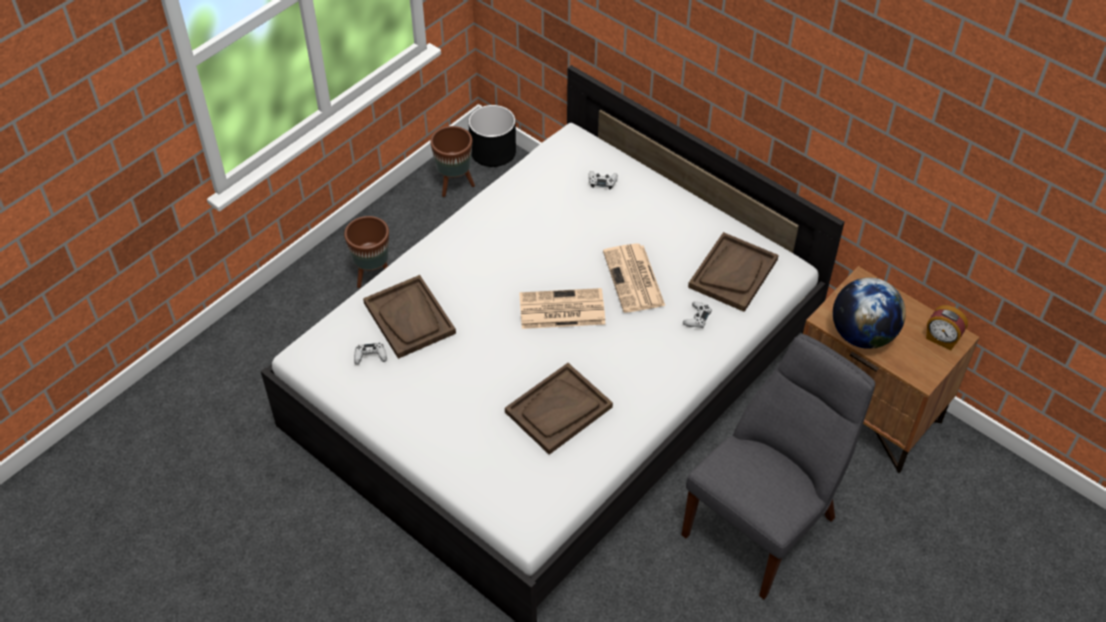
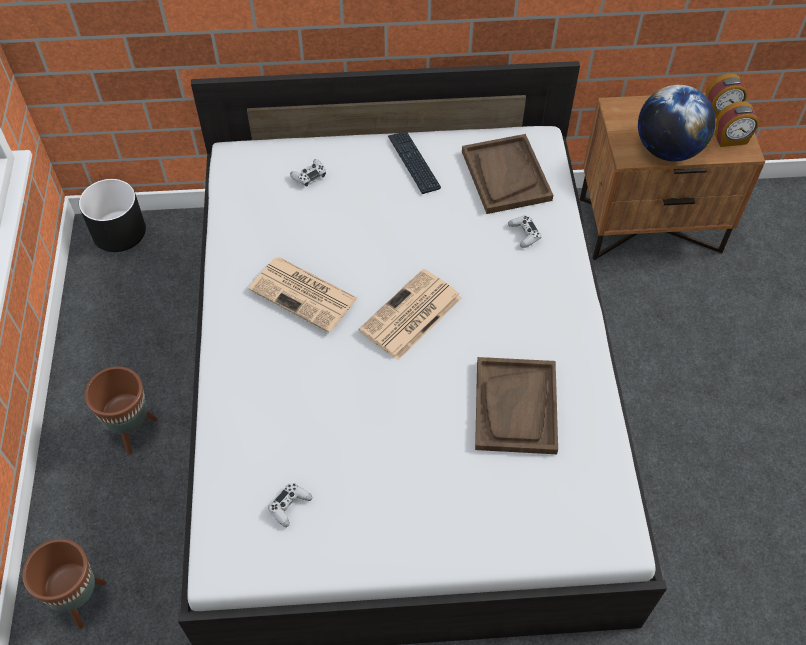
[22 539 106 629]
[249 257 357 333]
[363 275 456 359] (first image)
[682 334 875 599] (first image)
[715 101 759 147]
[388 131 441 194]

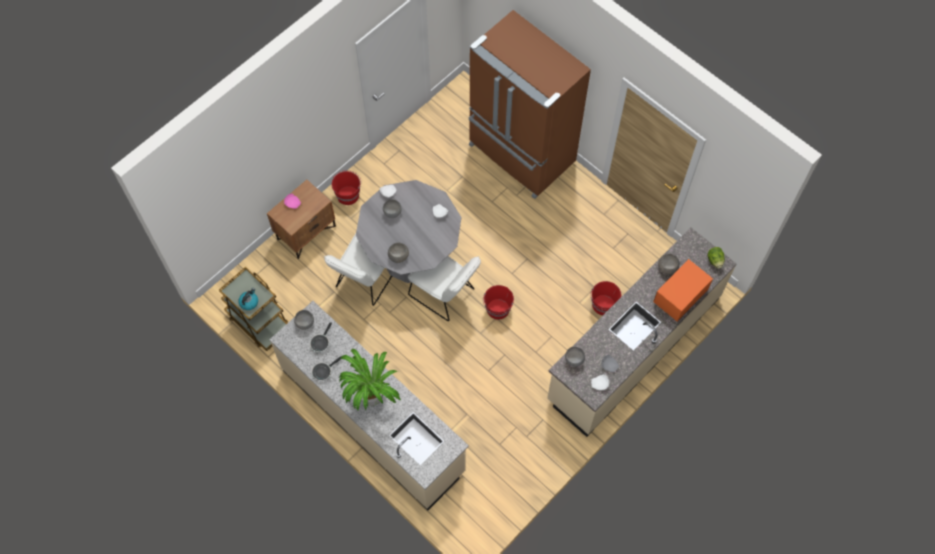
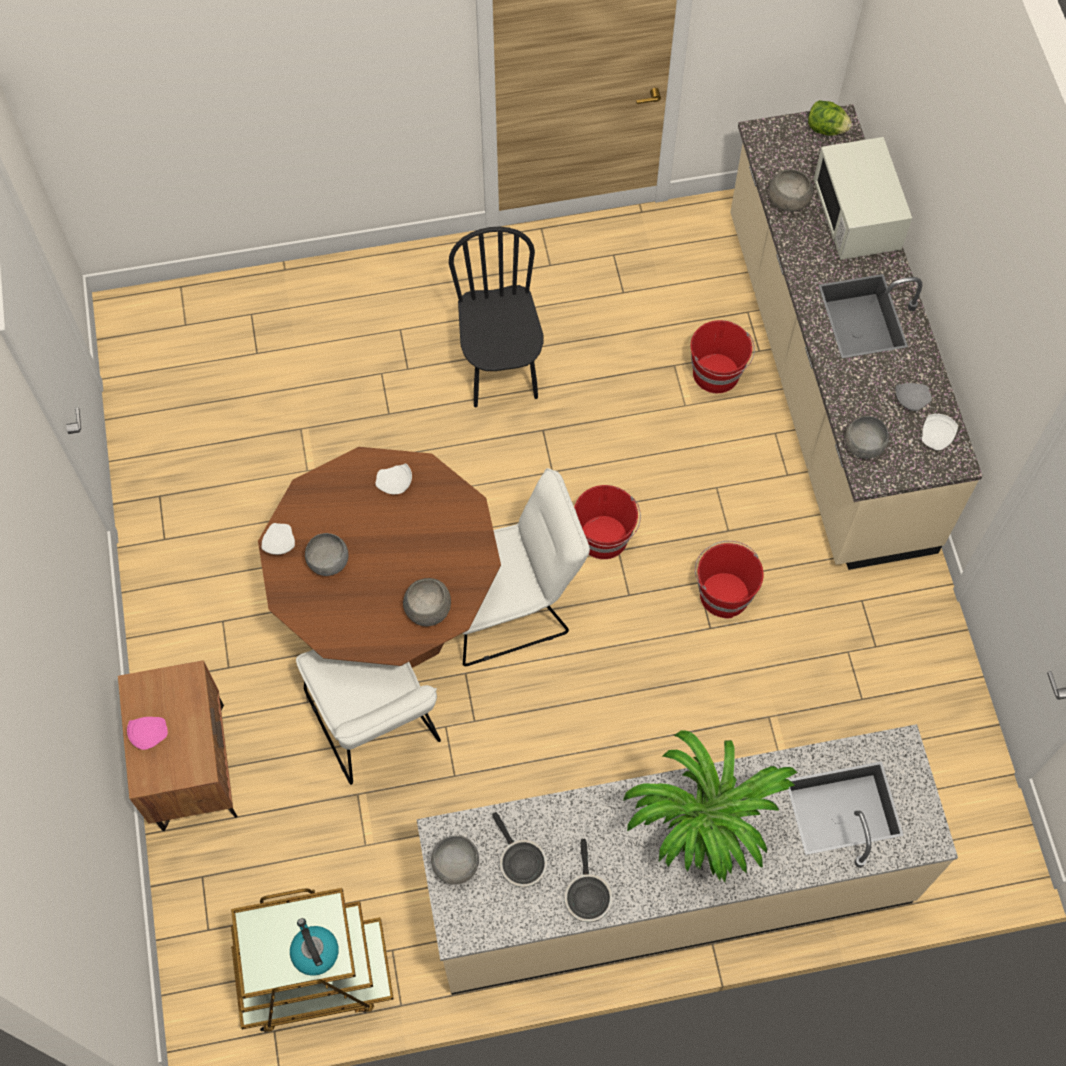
[469 10 591 199] (first image)
[695 541 764 619]
[258 447 501 668]
[813 137 912 260]
[449 227 544 407]

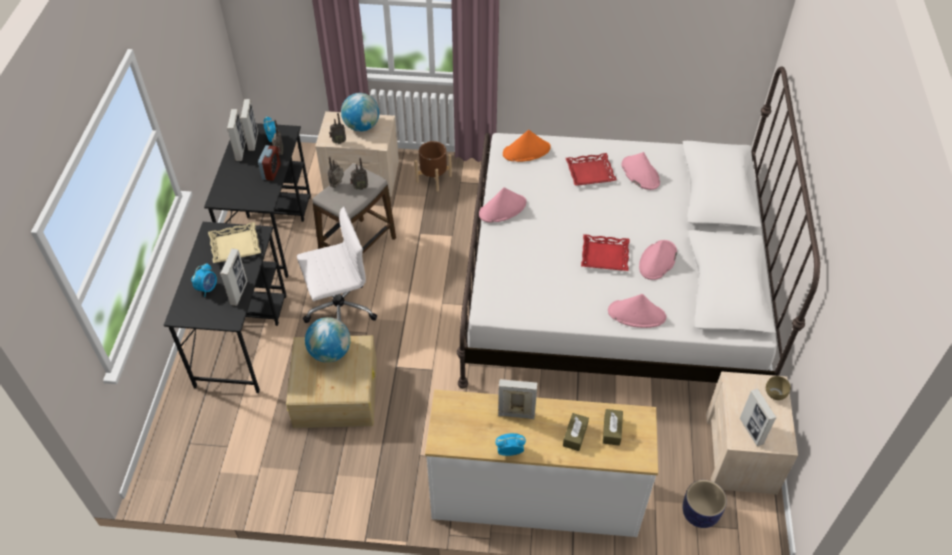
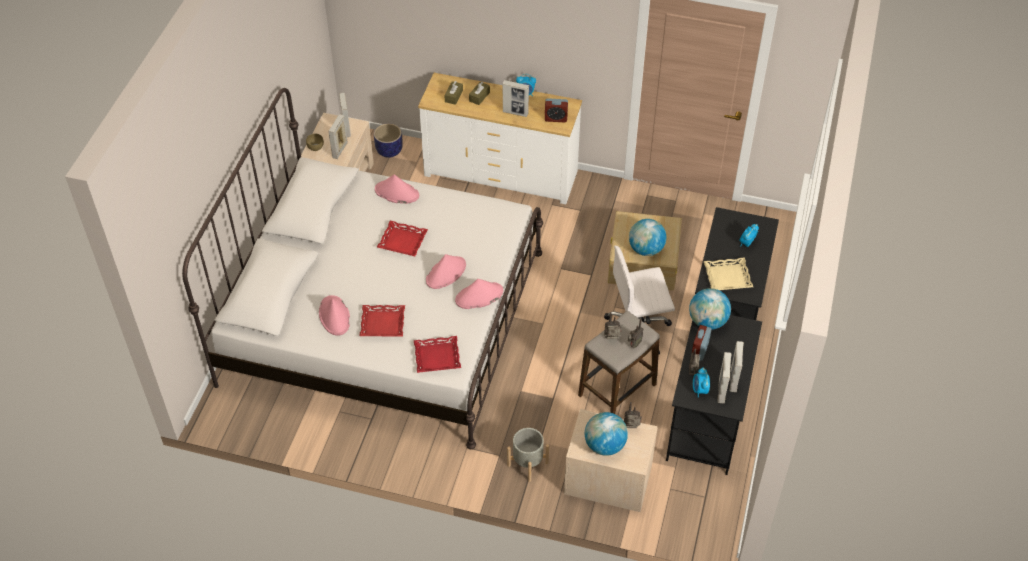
[414 336 461 373]
[507 428 549 482]
[426 254 466 289]
[329 114 348 159]
[545 98 568 122]
[689 288 731 330]

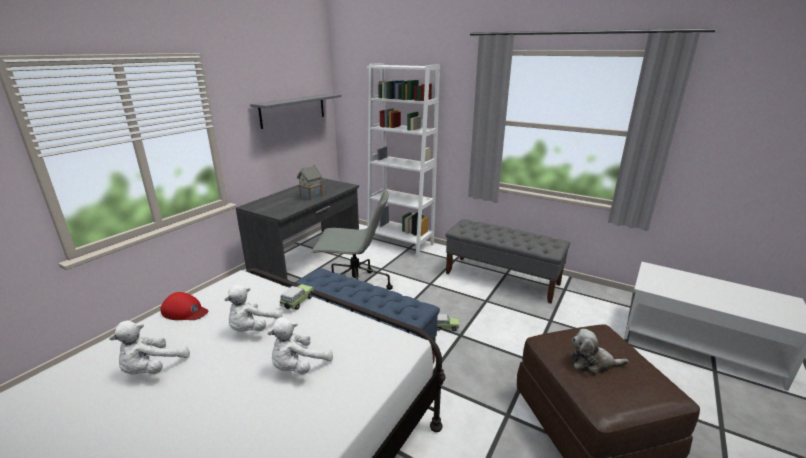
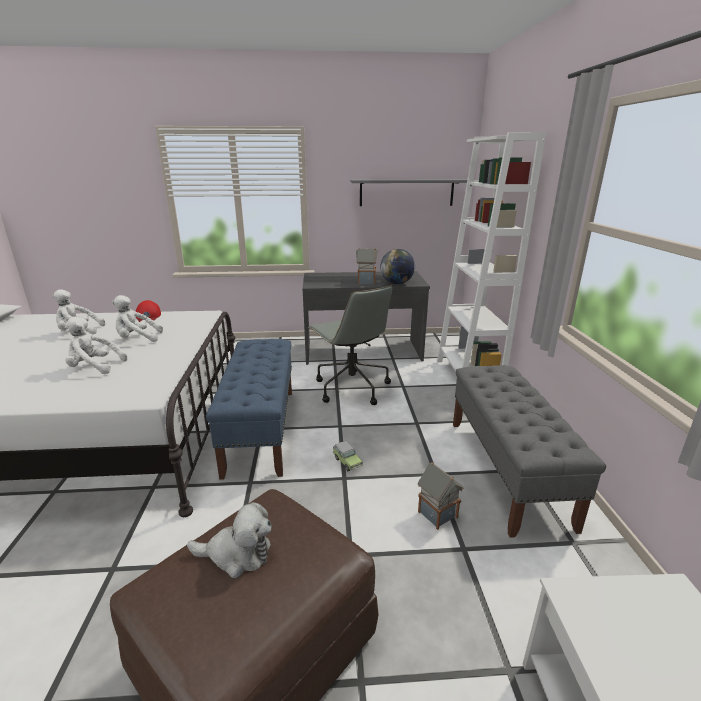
[280 284 314 310] (first image)
[187 502 272 578]
[380 249 415 284]
[418 462 464 530]

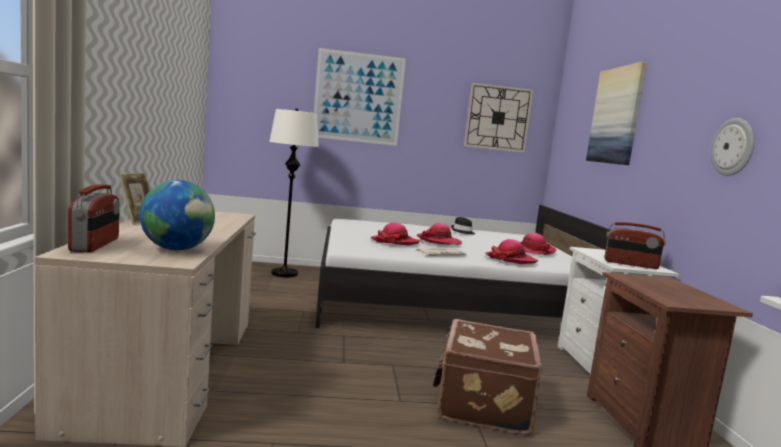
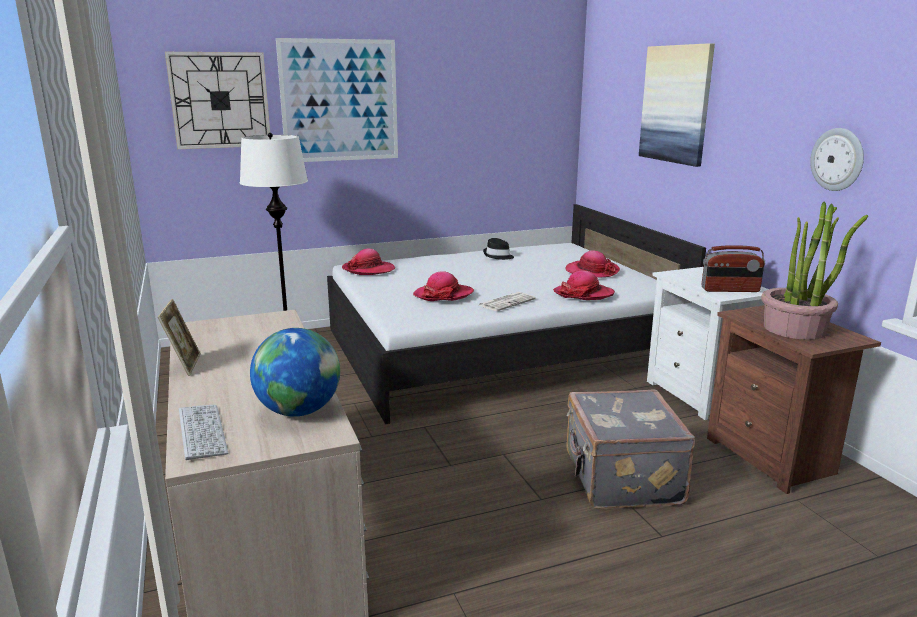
[165 52 270 149]
[179 405 228 460]
[342 249 395 275]
[566 390 695 509]
[761 202 868 340]

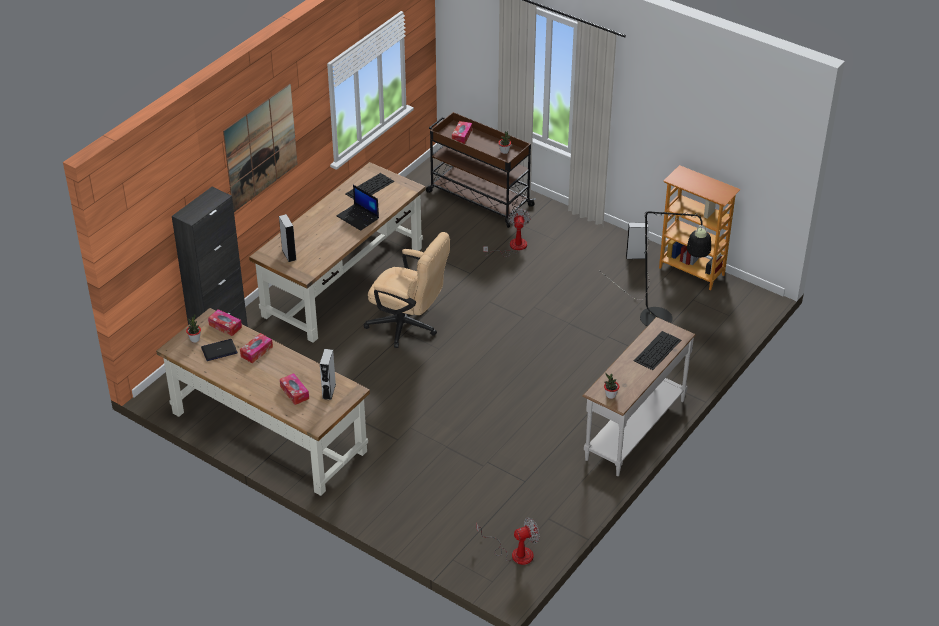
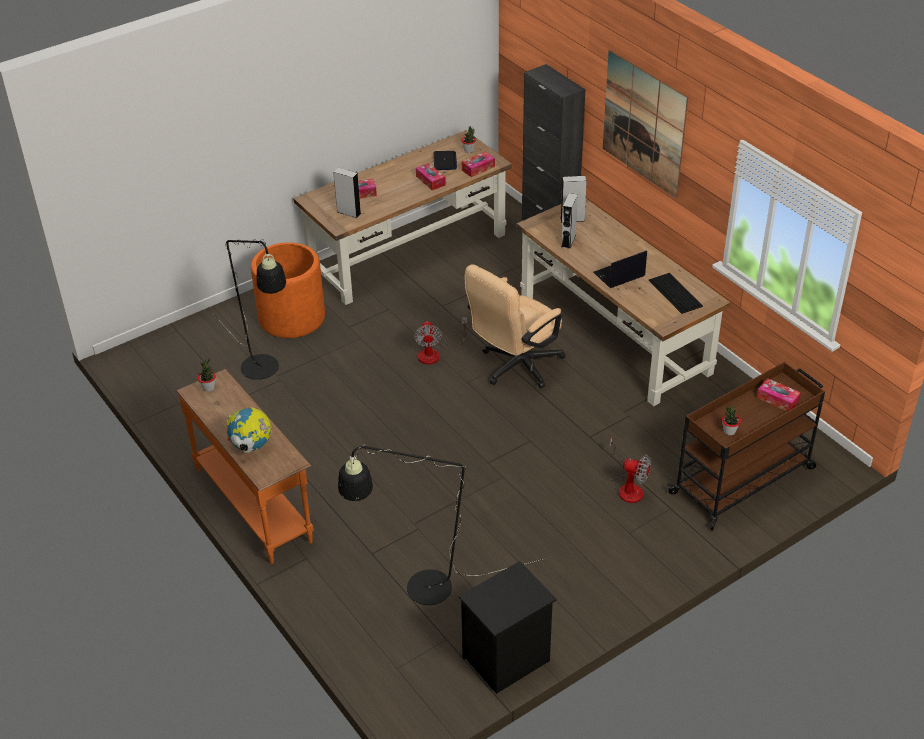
[459 561 557 694]
[561 193 578 249]
[176 369 314 564]
[226 407 271 453]
[414 317 467 364]
[212 239 286 380]
[251 242 325 338]

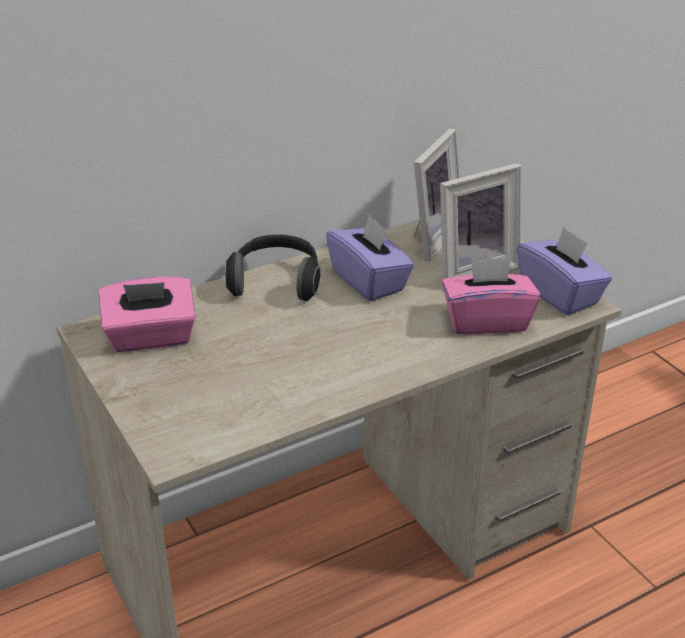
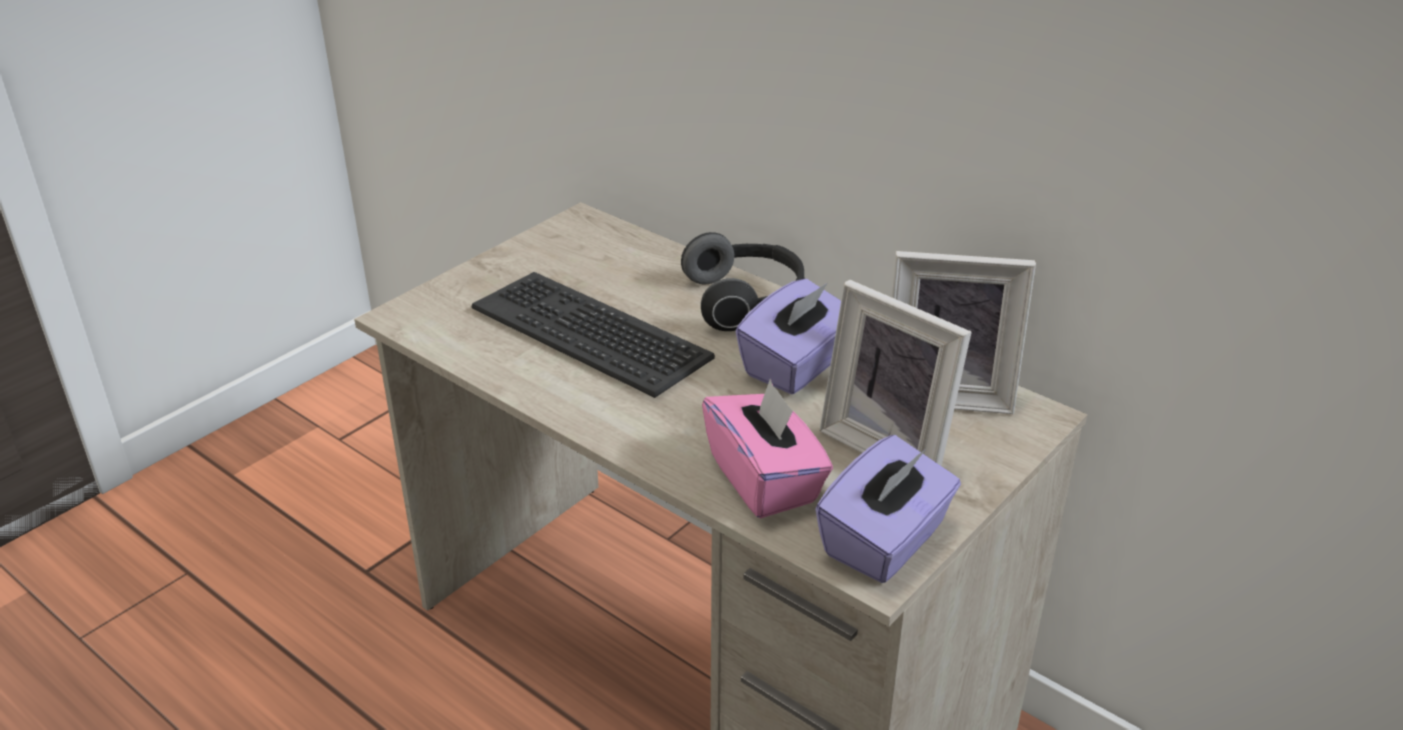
[99 276 196 352] (first image)
[471 272 715 398]

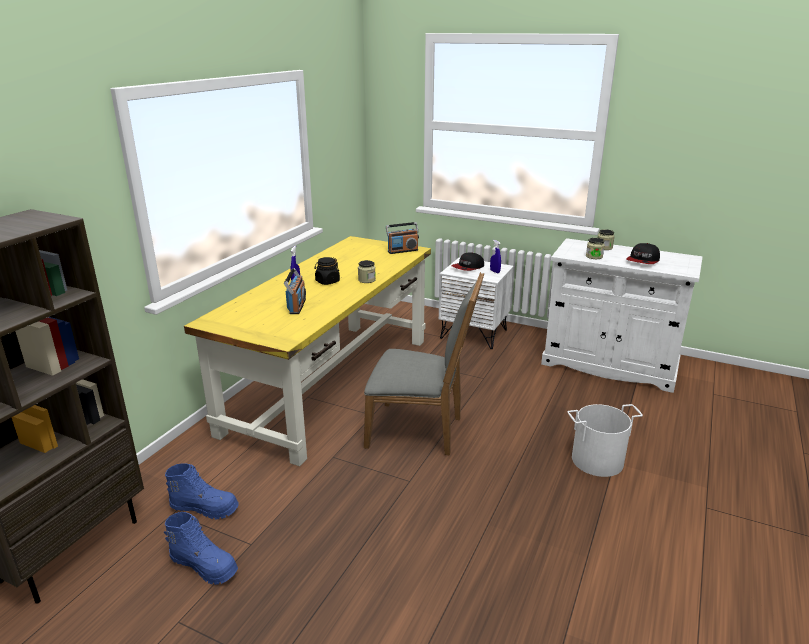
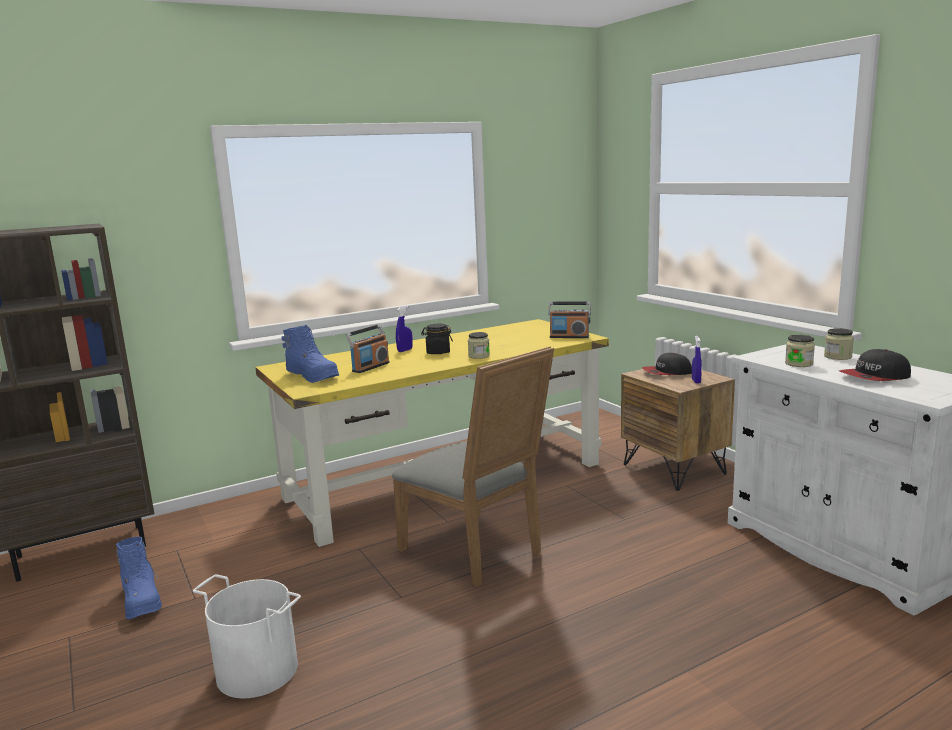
[621 369 735 491]
[193 574 301 698]
[281 325 339 383]

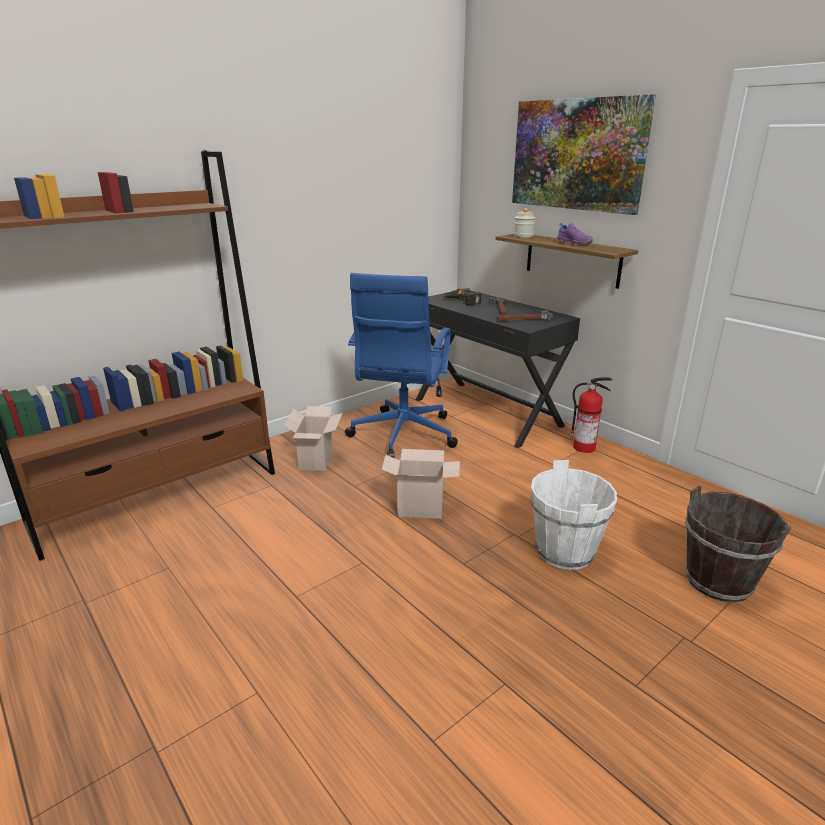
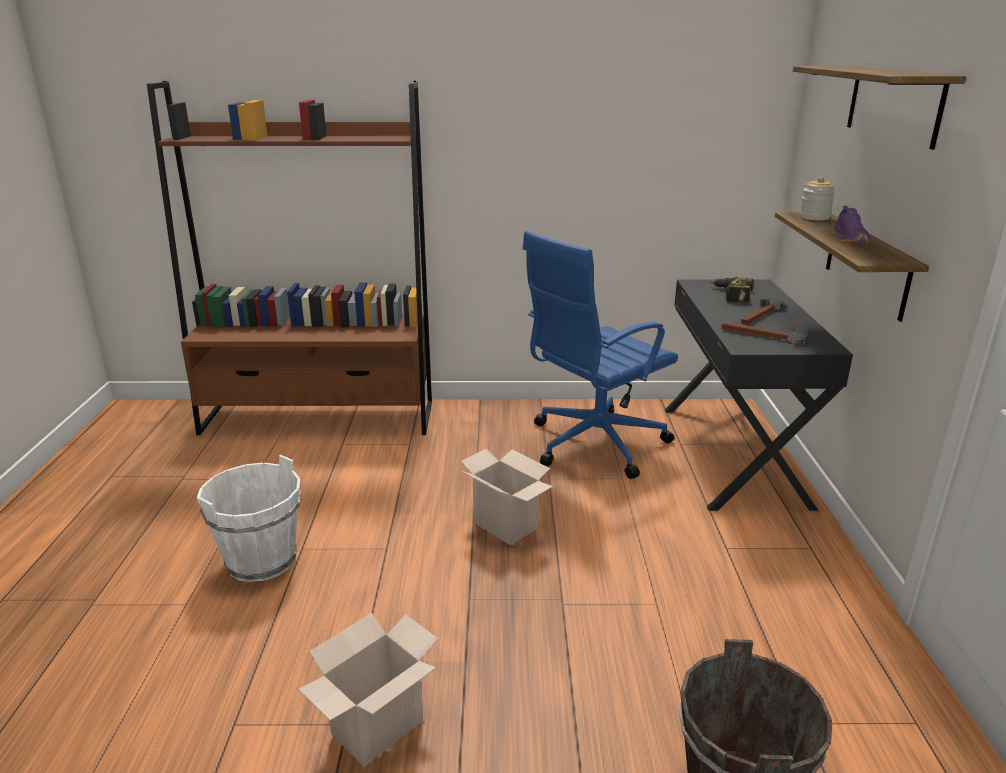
[793 66 966 150]
[570 378 612 453] (first image)
[298 613 438 767]
[197 455 301 582]

